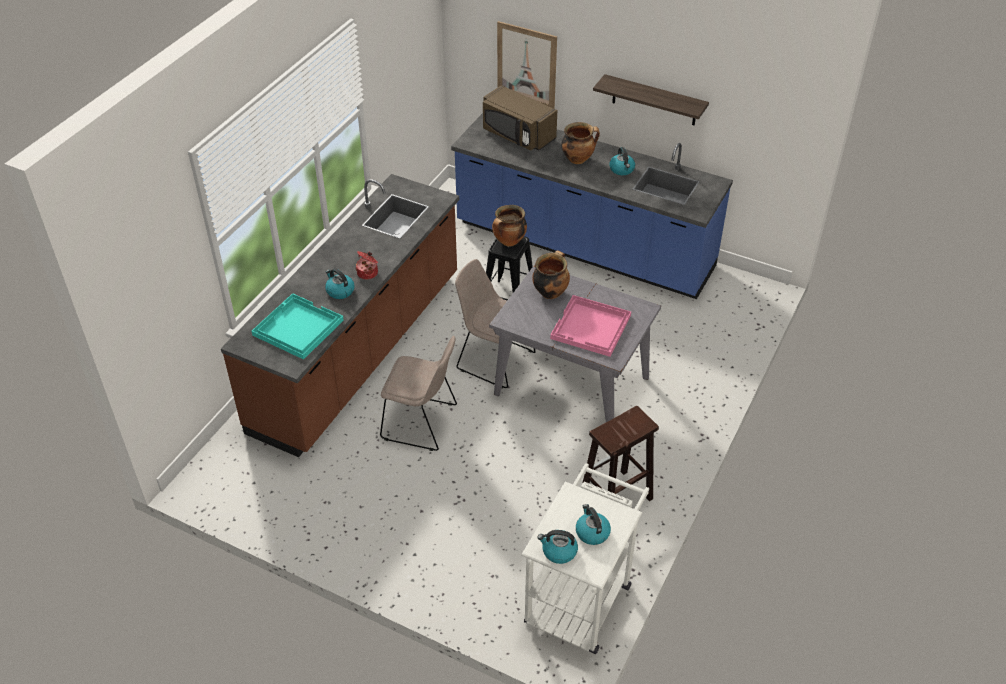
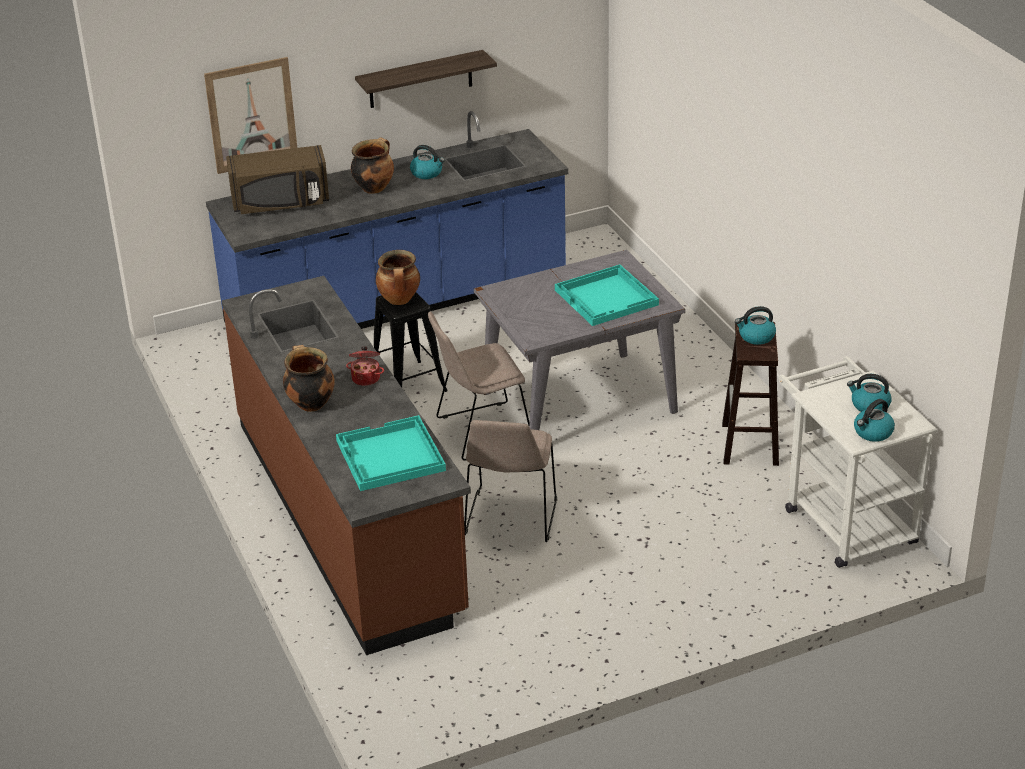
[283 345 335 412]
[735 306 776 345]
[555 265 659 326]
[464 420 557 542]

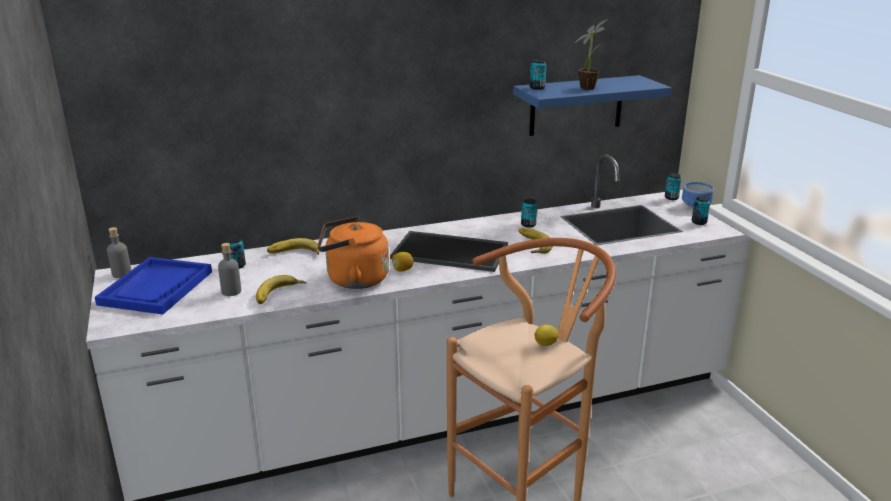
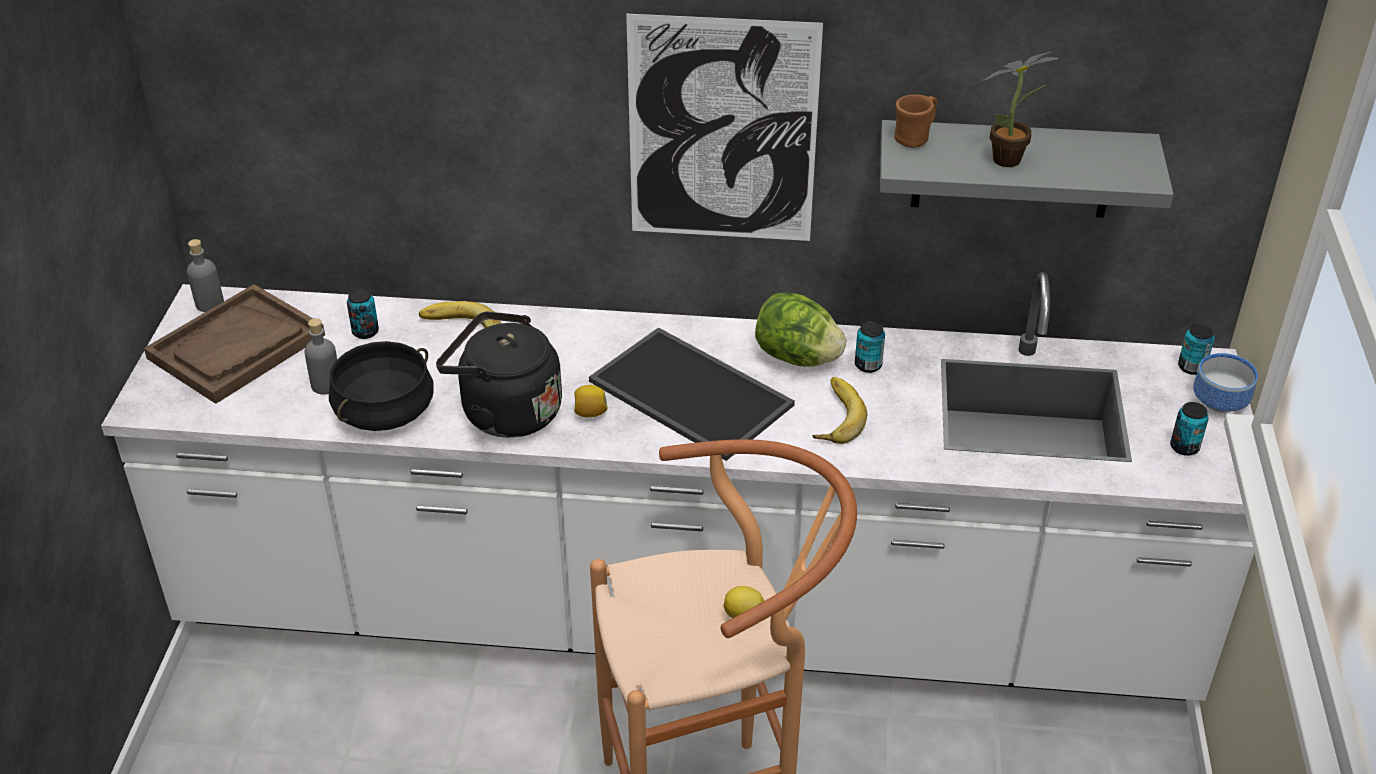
[894 94 937 148]
[880 120 1174 218]
[436 311 562 438]
[144 284 325 404]
[329 341 433 431]
[626 14 823 241]
[755 293 846 367]

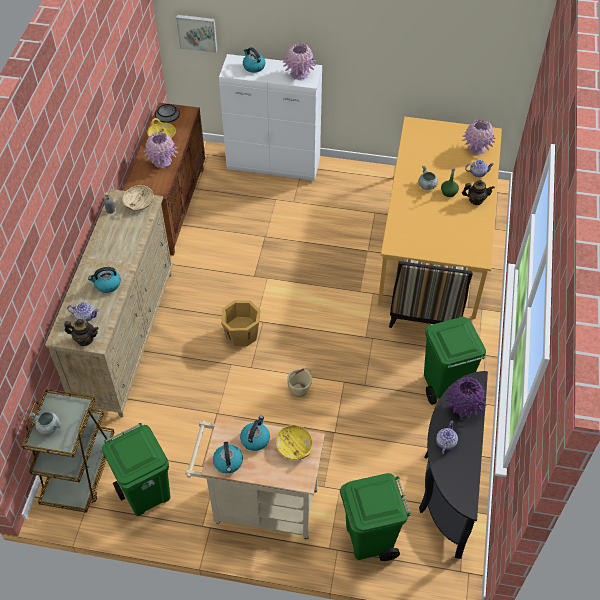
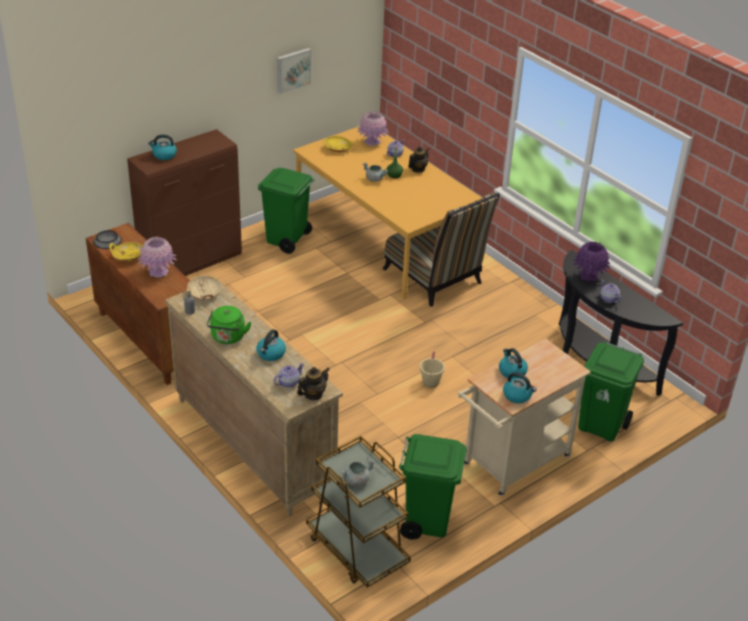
[277 48 311 94]
[283 43 316 80] (first image)
[127 129 242 276]
[221 300 261 346] (first image)
[258 168 314 254]
[324 136 354 152]
[207 306 251 344]

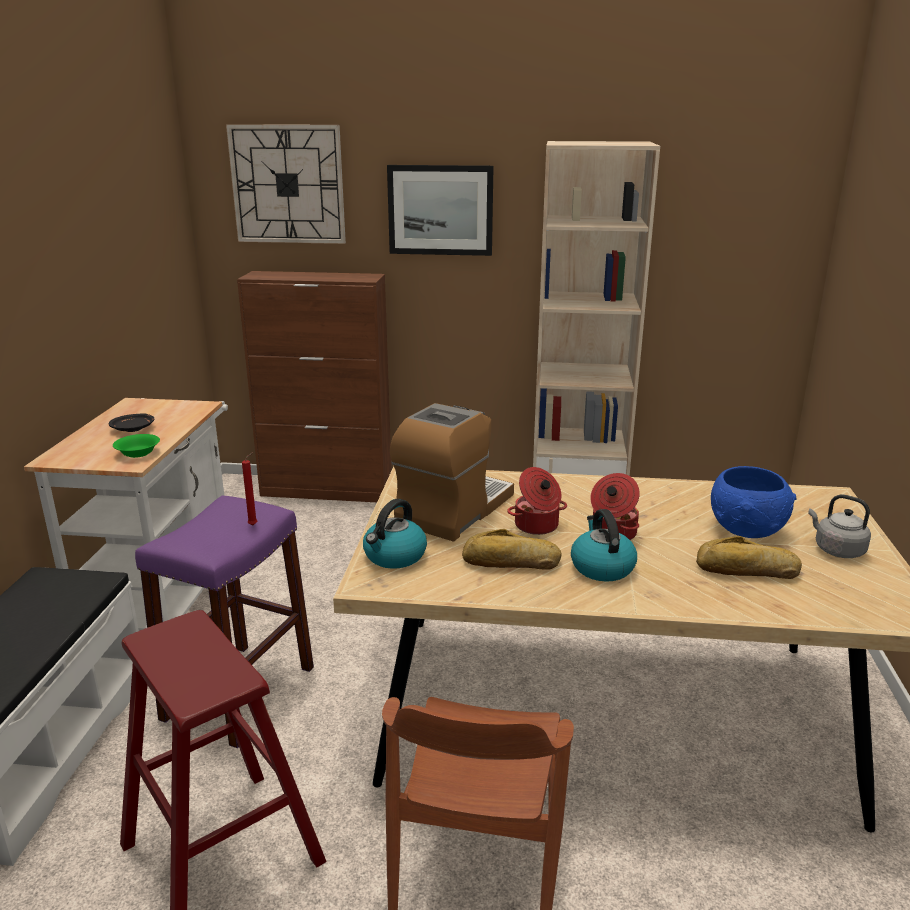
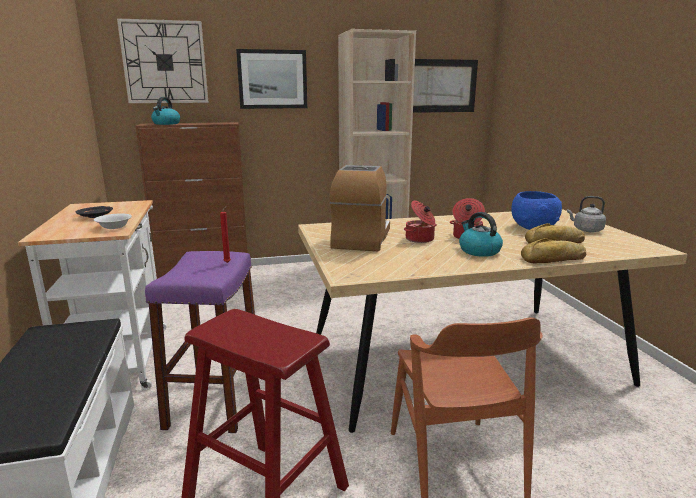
[94 213 132 229]
[151 97 180 125]
[521 238 586 263]
[413 59 478 113]

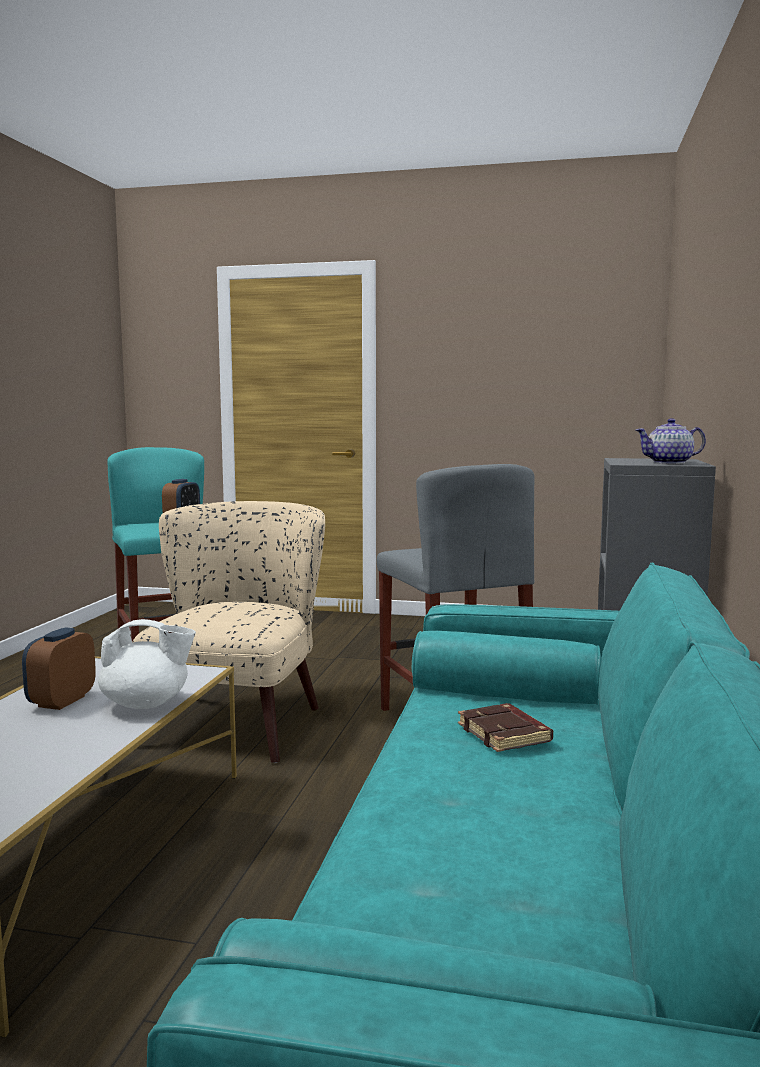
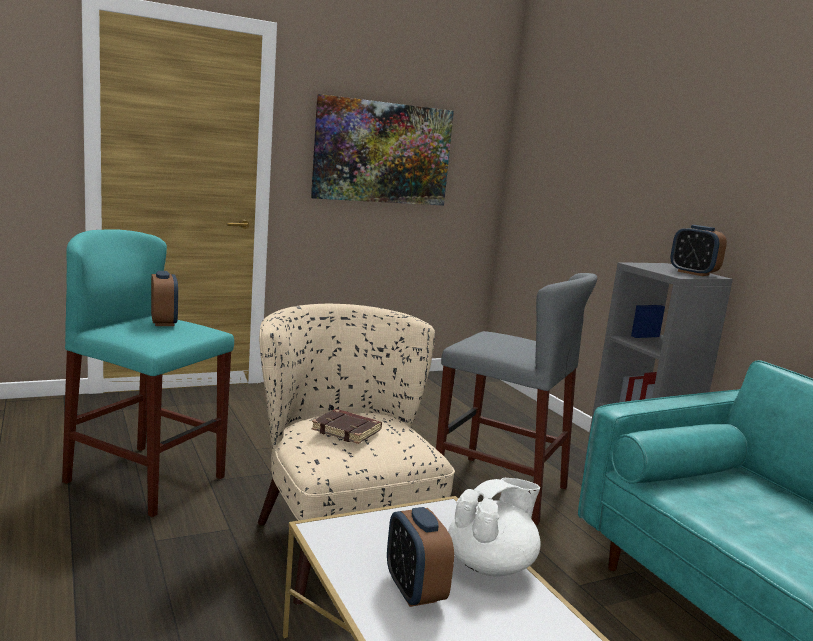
[670 225 727 276]
[311 409 382 444]
[311 94 454 206]

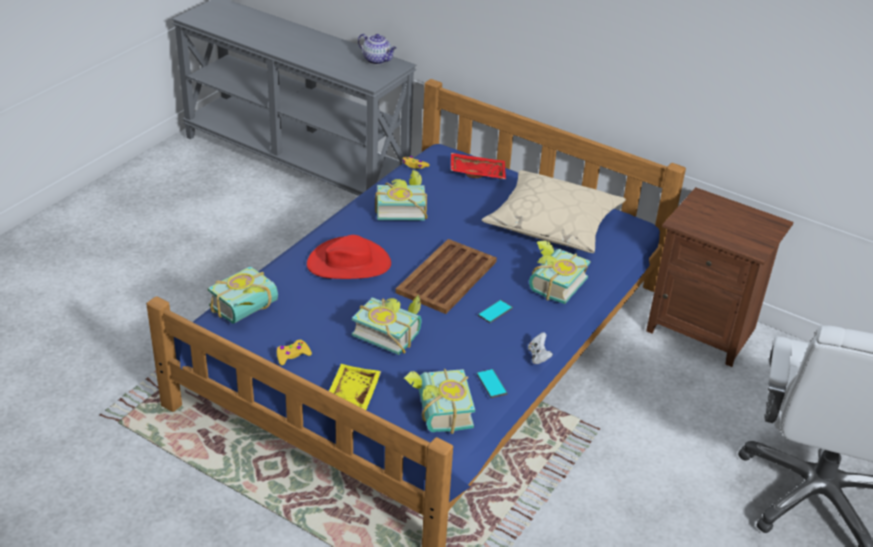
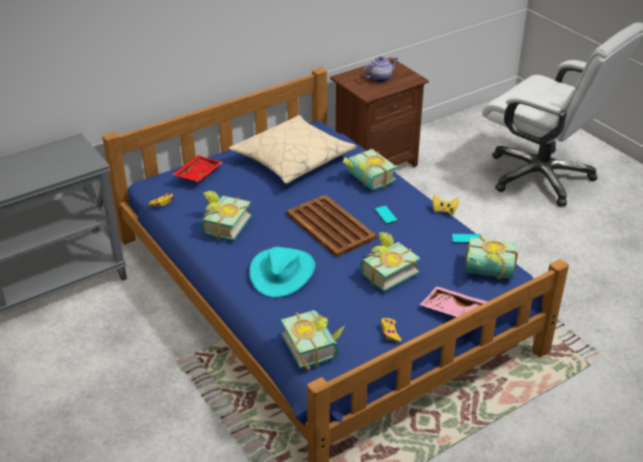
[363 57 398 83]
[249 247 315 298]
[433 195 459 215]
[420 286 488 317]

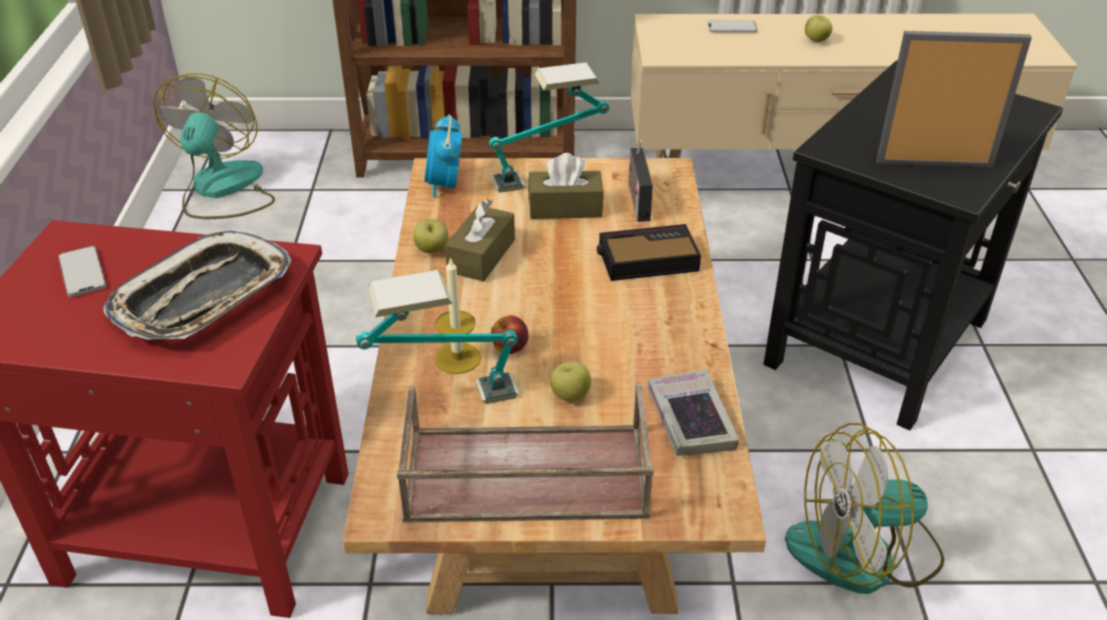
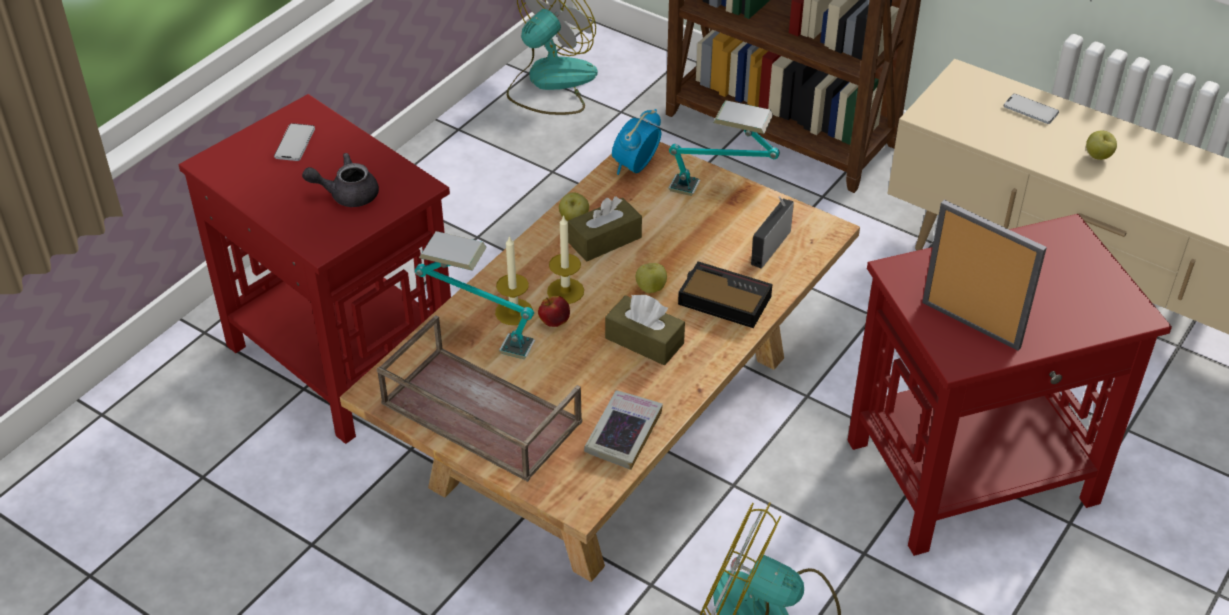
[847 214 1172 556]
[605 295 685 365]
[302 153 379 207]
[636 263 667 293]
[547 215 584 304]

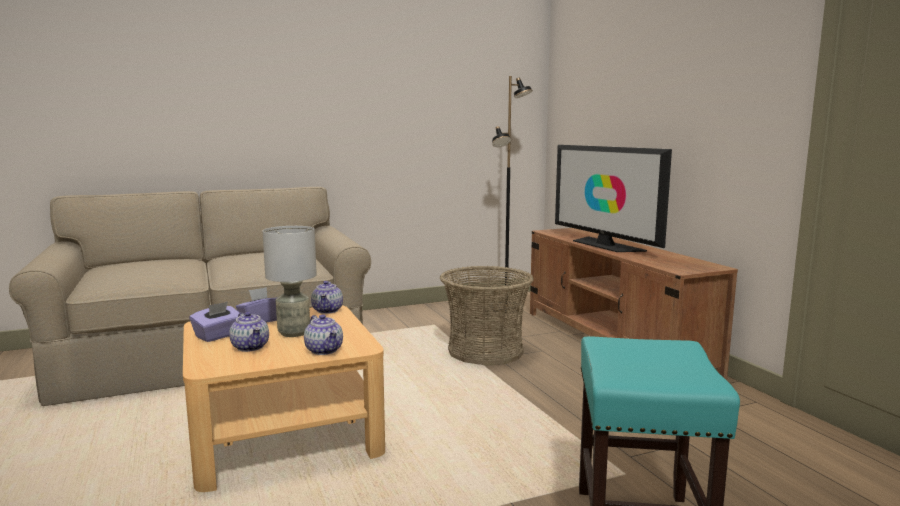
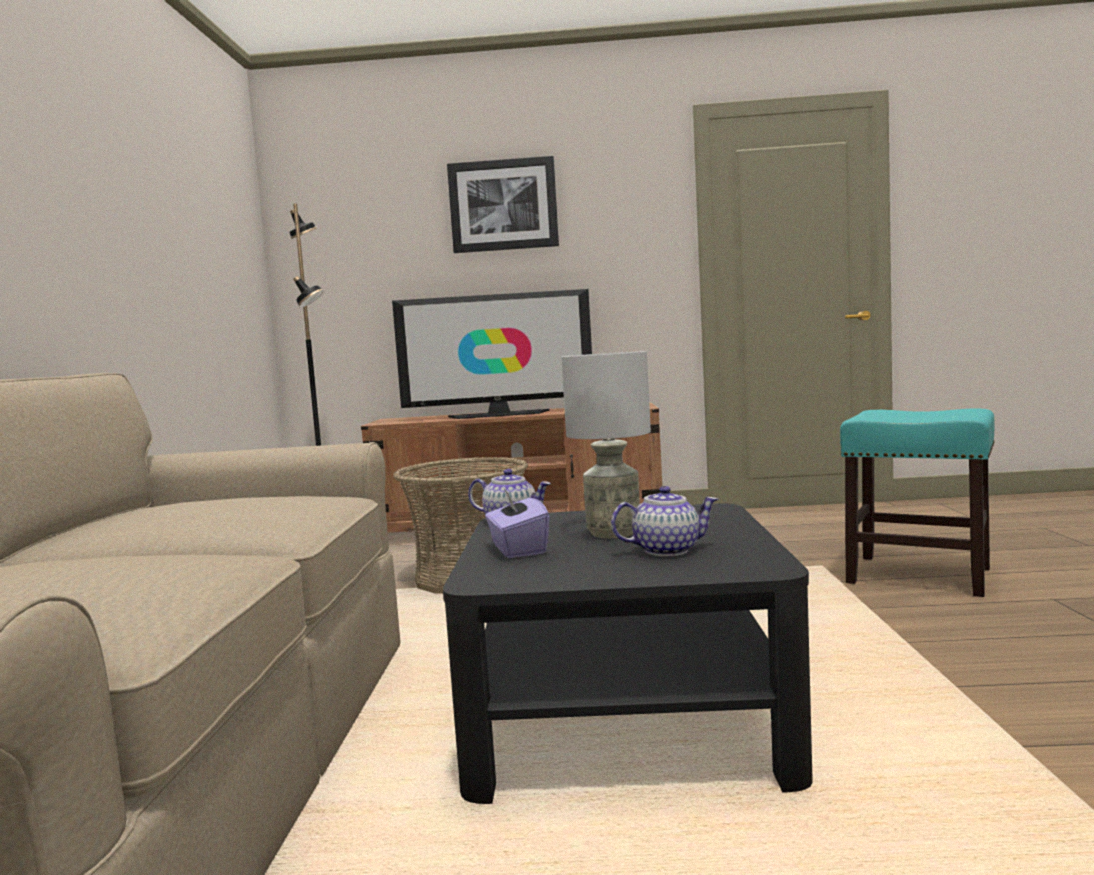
[190 302 240 342] (first image)
[443 503 812 804]
[304 314 343 355] (first image)
[447 156 559 253]

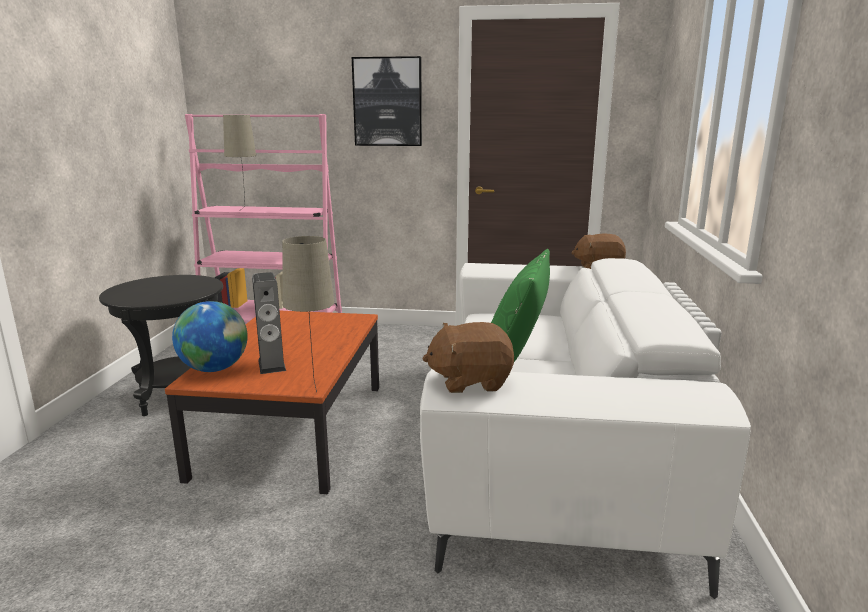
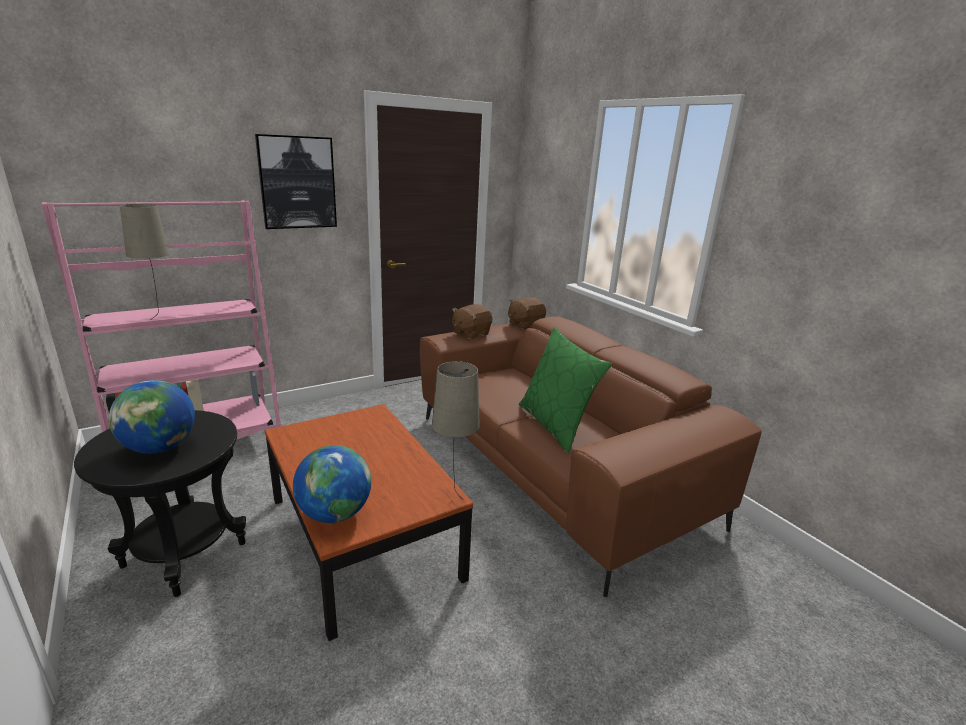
[420 317 762 597]
[252 272 286 374] (first image)
[452 304 492 339]
[109 380 195 454]

